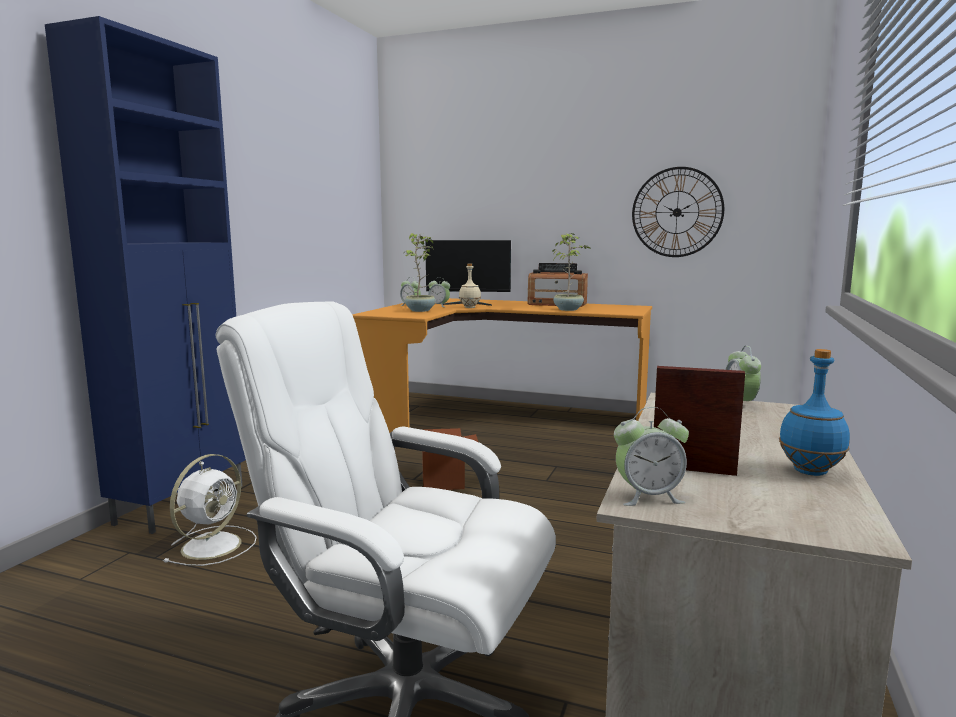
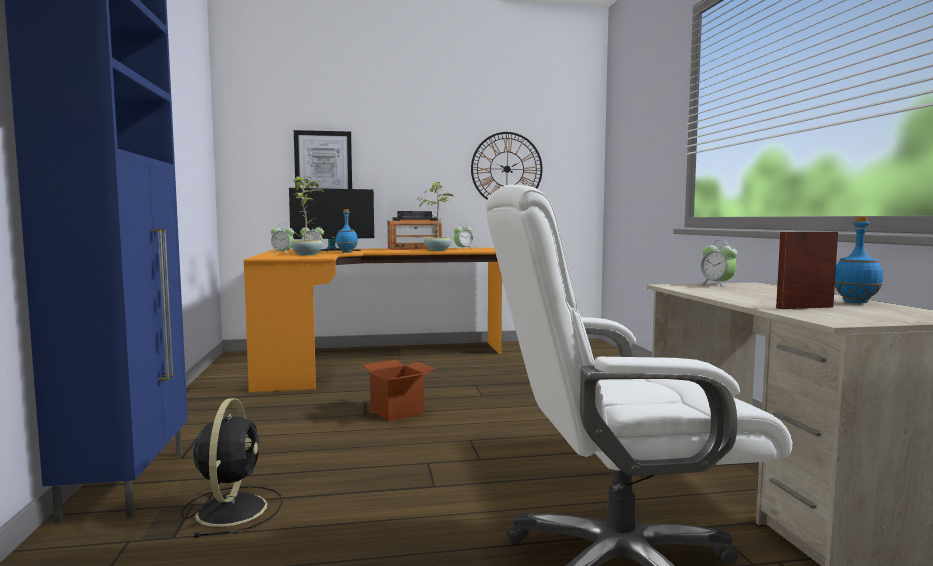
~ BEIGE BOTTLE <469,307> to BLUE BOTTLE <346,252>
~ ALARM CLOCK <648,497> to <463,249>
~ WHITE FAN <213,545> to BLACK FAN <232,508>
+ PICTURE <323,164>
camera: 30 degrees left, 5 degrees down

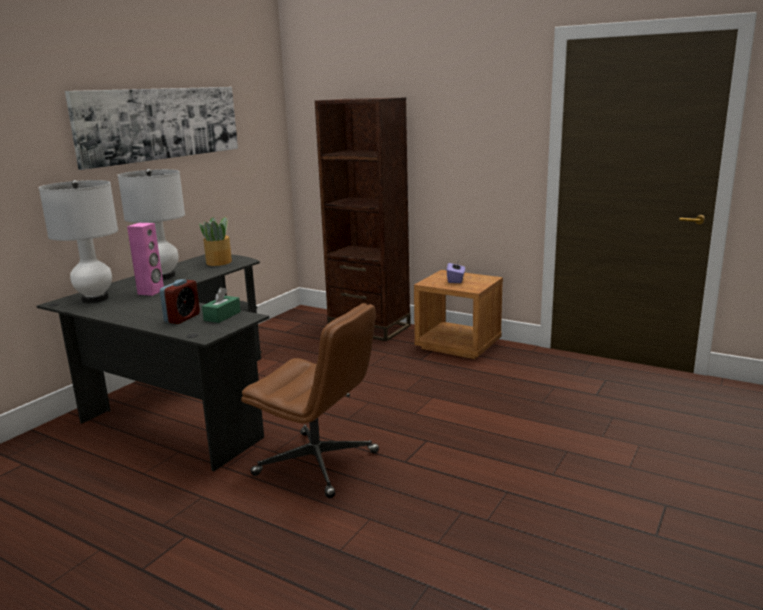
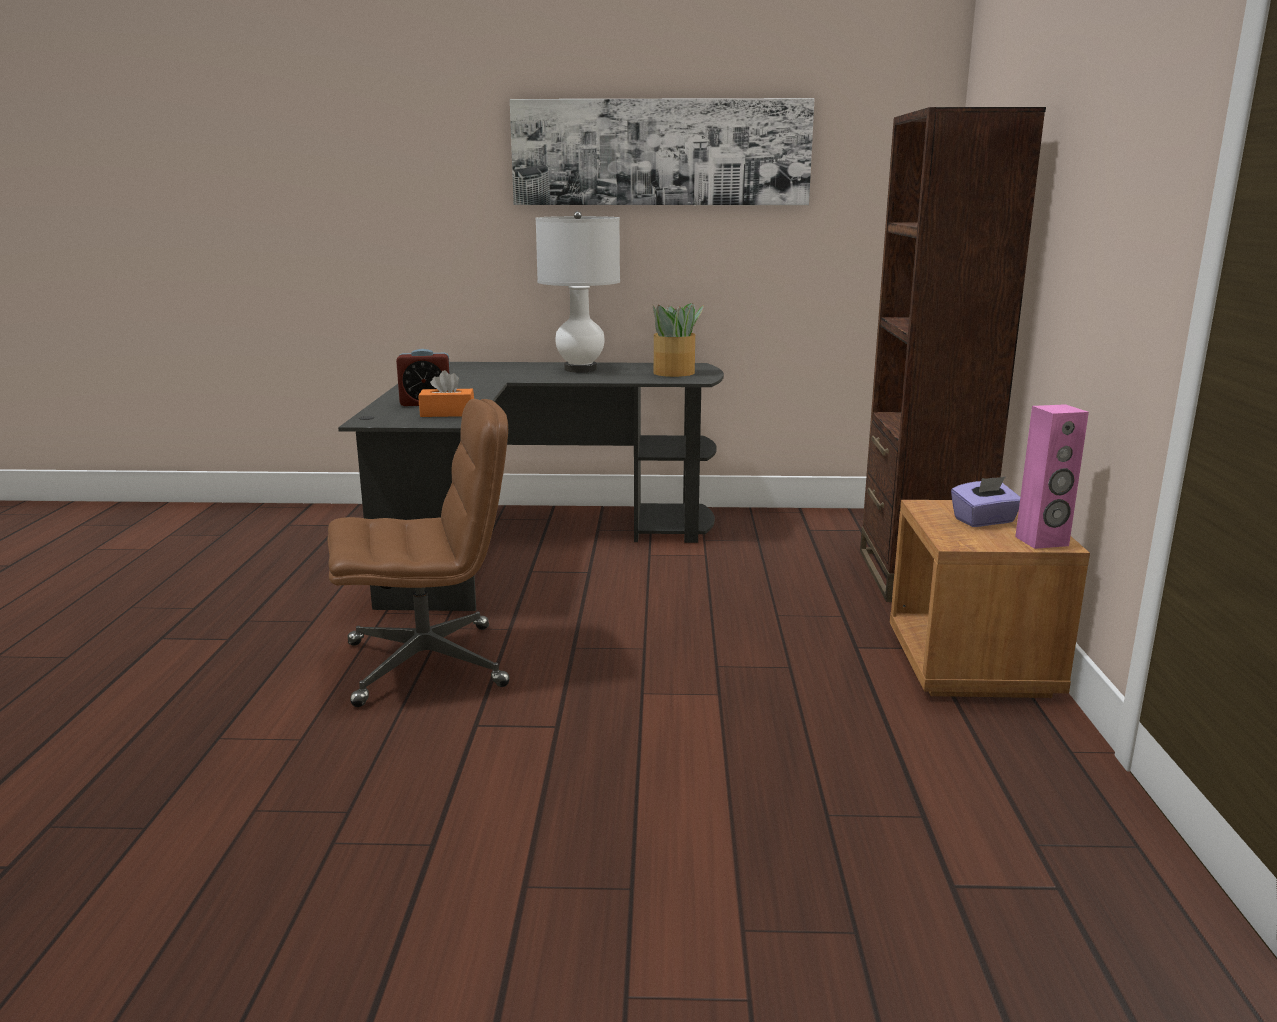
- WHITE TABLE LAMP <95,299>
~ PINK SPEAKER <151,292> to <1042,541>
~ GREEN TISSUE BOX <222,316> to ORANGE TISSUE BOX <447,413>
~ BROWN OFFICE CHAIR <318,463> = <428,664> 105 degrees counterclockwise
camera: 60 degrees right, 0 degrees up

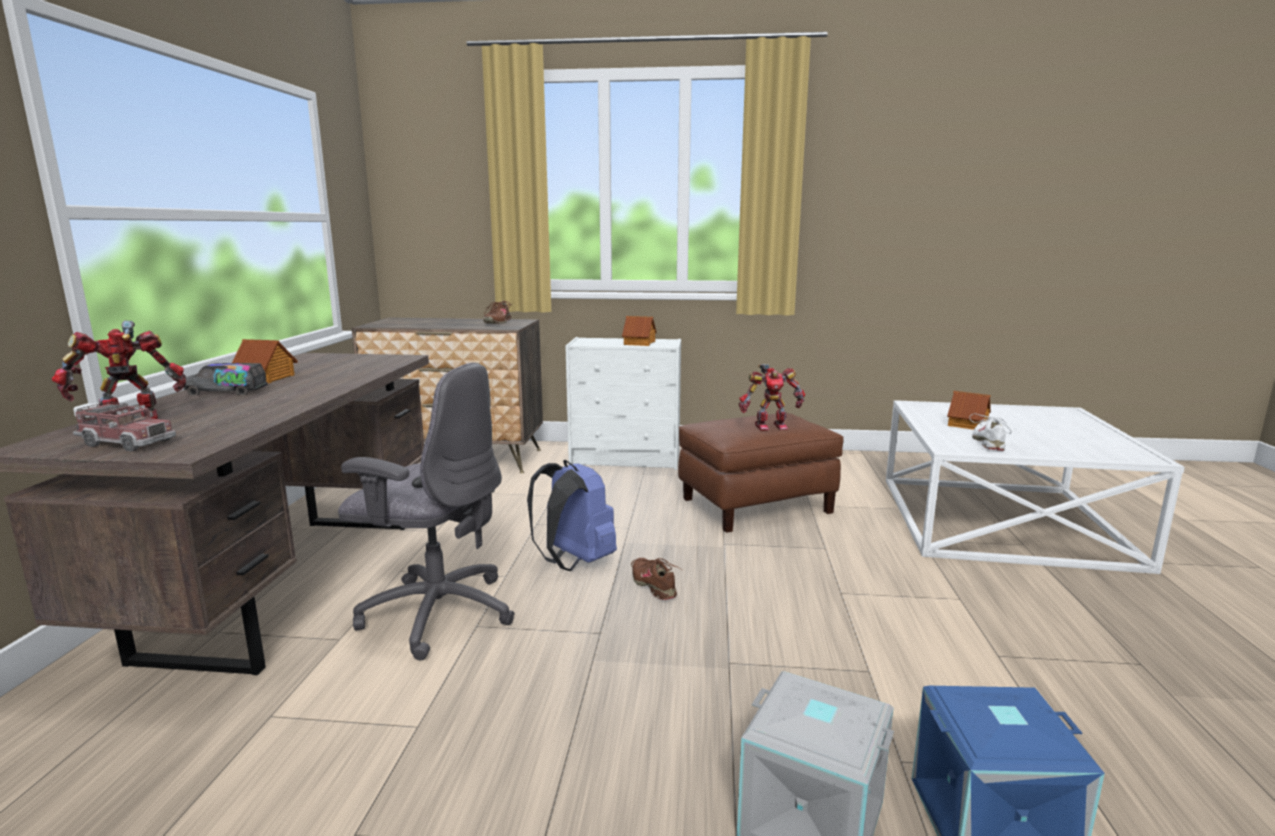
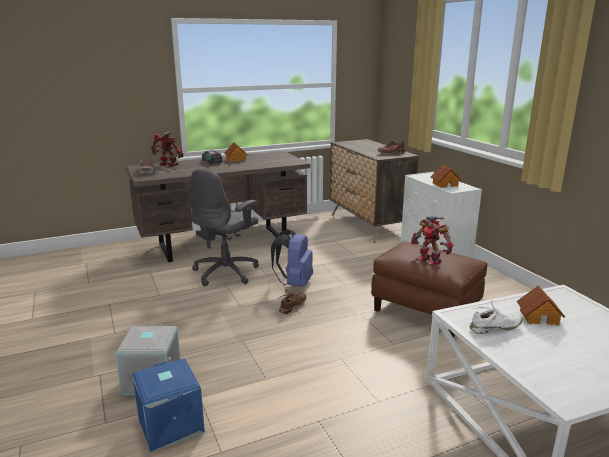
~ GREY OFFICE CHAIR <437,612> = <226,272> 45 degrees clockwise
camera: 60 degrees right, 5 degrees up

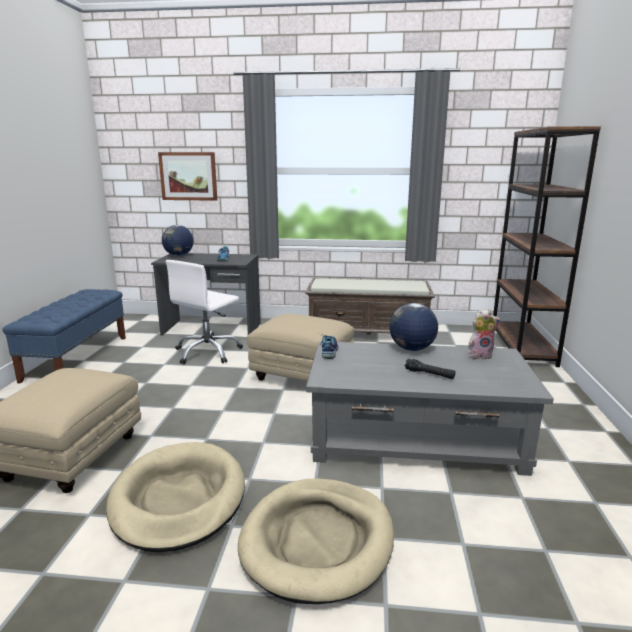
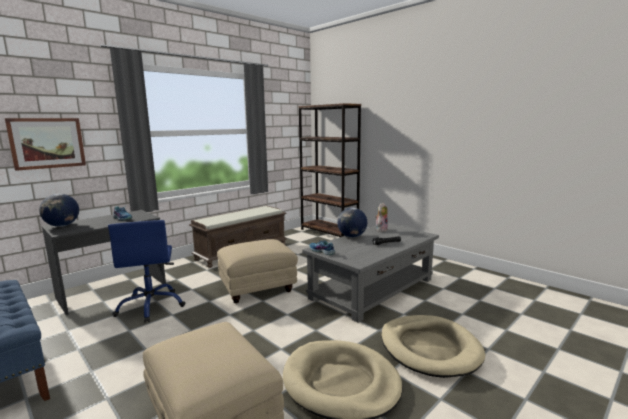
~ WHITE OFFICE CHAIR <208,352> to BLUE OFFICE CHAIR <151,306>
camera: 50 degrees left, 5 degrees down

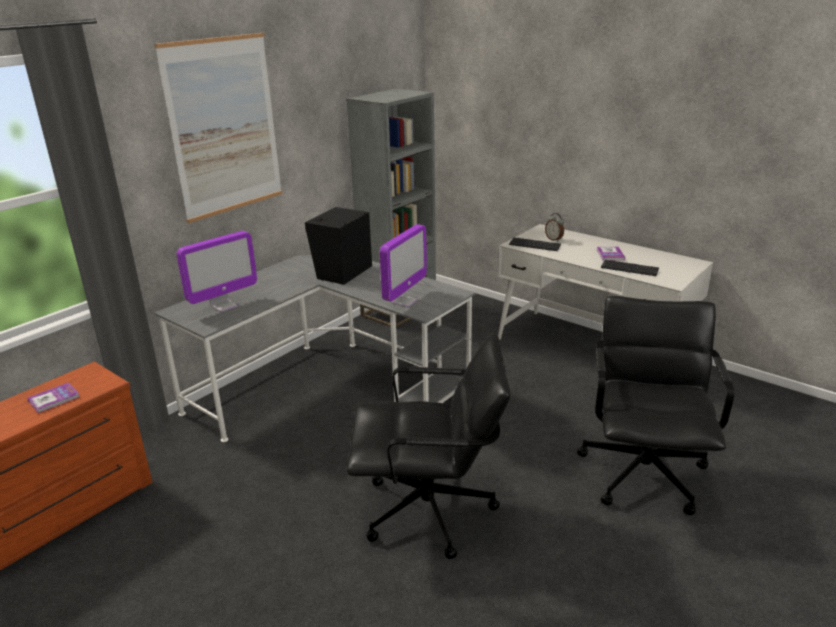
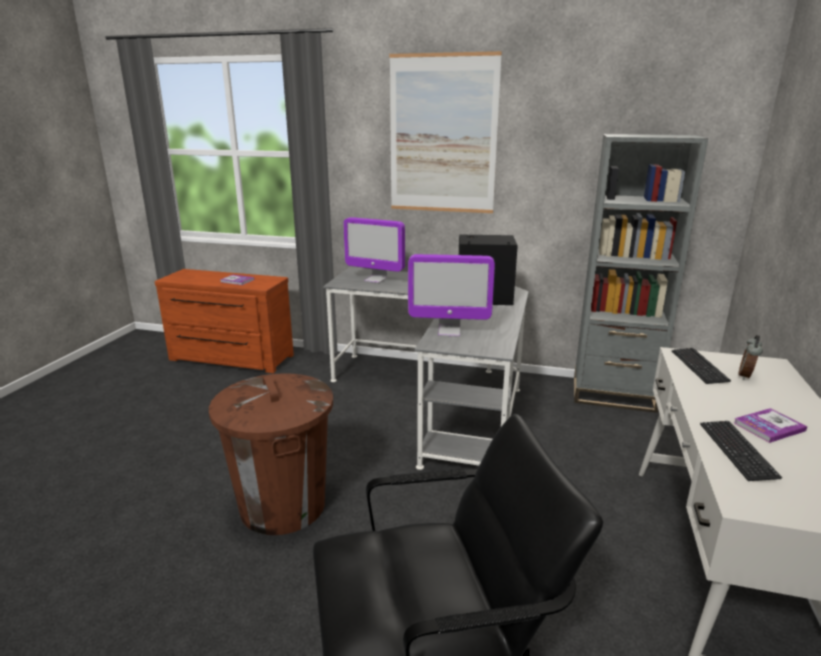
~ BLACK OFFICE CHAIR <430,511> to BROWN TRASH CAN <282,506>
camera: 65 degrees right, 5 degrees down

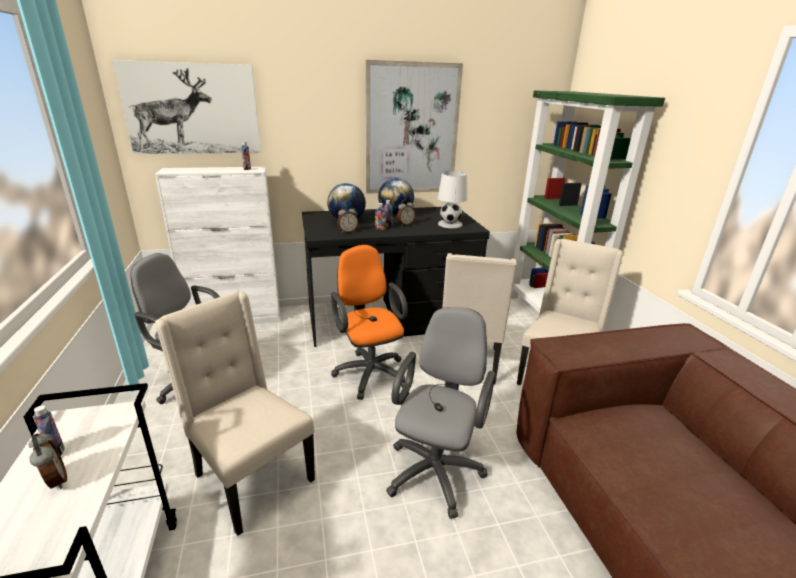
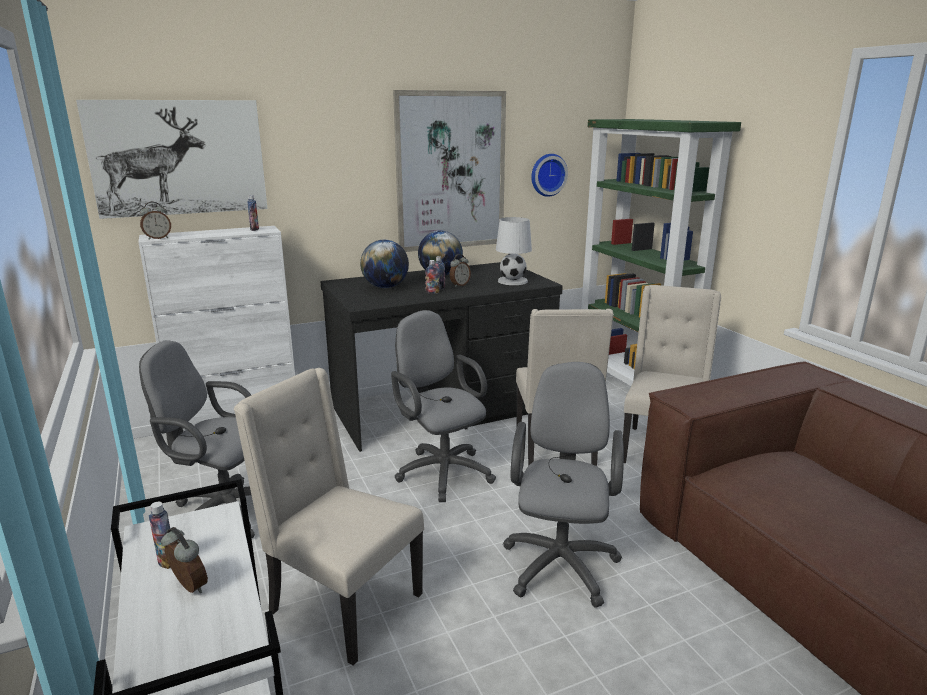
~ ALARM CLOCK <347,231> to <157,238>
~ ORANGE OFFICE CHAIR <369,372> to GREY OFFICE CHAIR <441,471>
+ WALL CLOCK <547,174>
camera: 10 degrees left, 5 degrees down

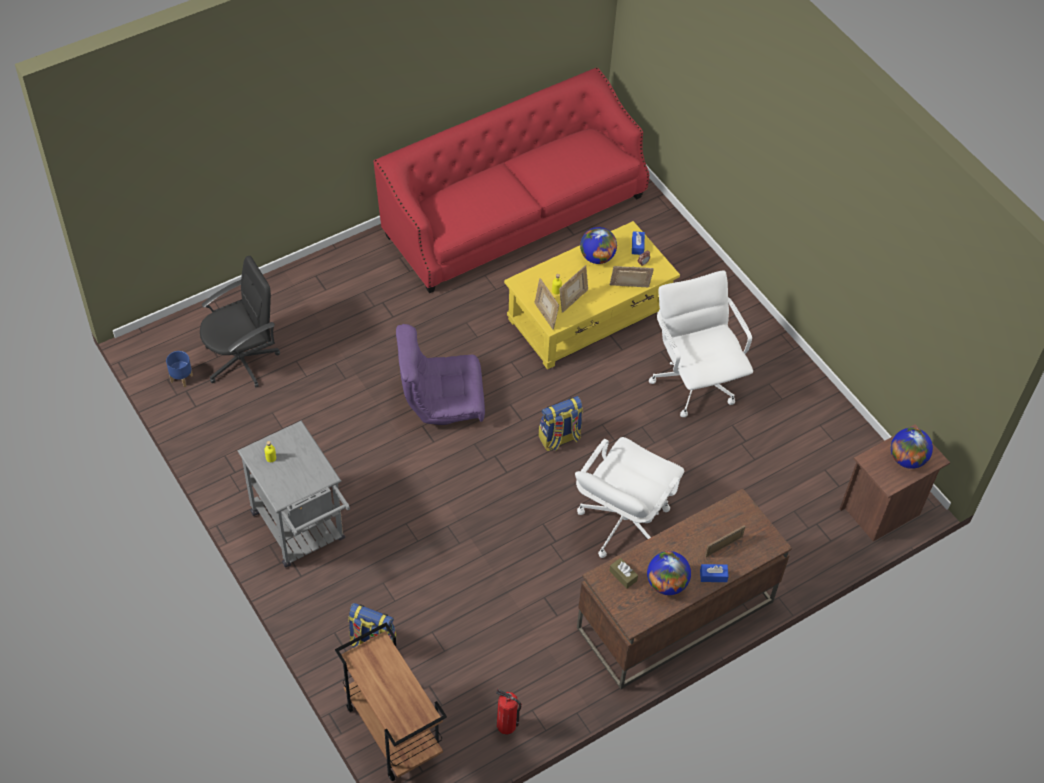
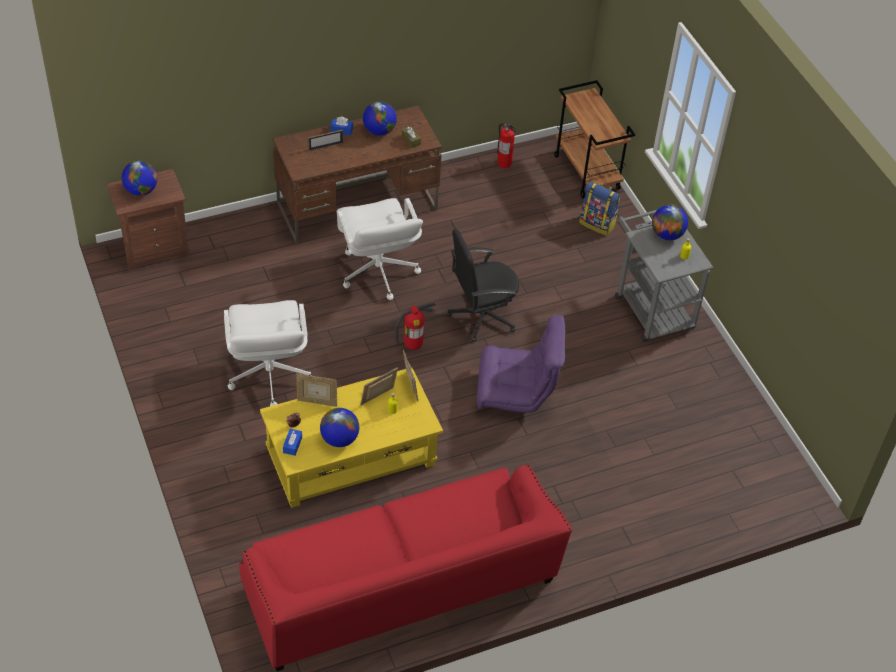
~ BLACK OFFICE CHAIR <242,359> to <481,315>
- BLUE PLANTER <181,378>
~ BACKPACK <559,438> to FIRE EXTINGUISHER <413,346>
~ WHITE OFFICE CHAIR <622,523> = <378,272> 120 degrees clockwise
+ GLOBE <667,235>
camera: 170 degrees left, 5 degrees down

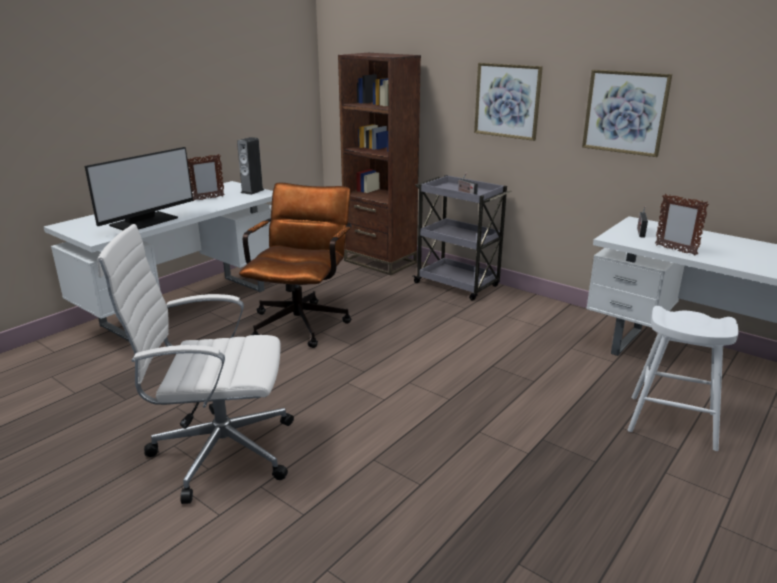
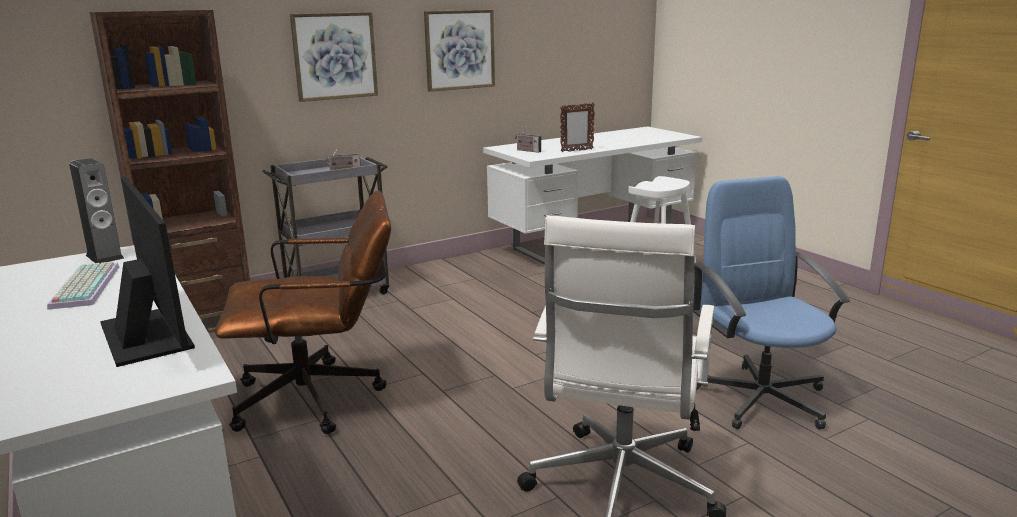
~ PICTURE FRAME <208,198> to KEYBOARD <84,286>
~ BROWN OFFICE CHAIR <302,321> = <321,398> 135 degrees clockwise
+ BLUE OFFICE CHAIR <761,398>
camera: 70 degrees left, 5 degrees down

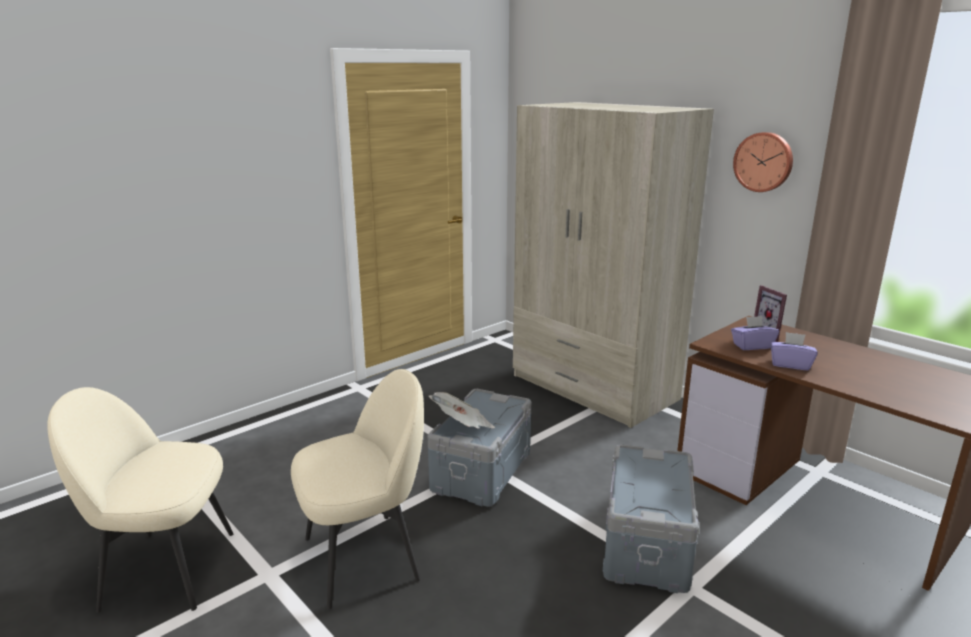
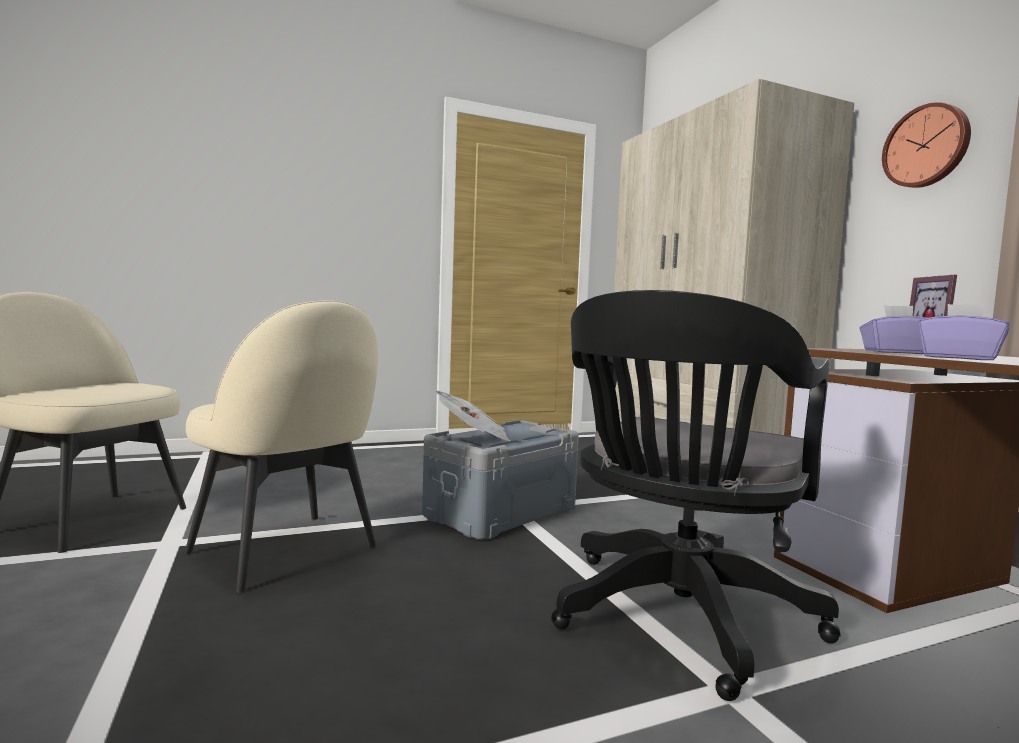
~ BEIGE CHAIR <365,557> = <286,551> 45 degrees clockwise
~ GREY STORAGE BOX <645,544> to BLACK OFFICE CHAIR <677,619>
camera: 20 degrees right, 15 degrees down

